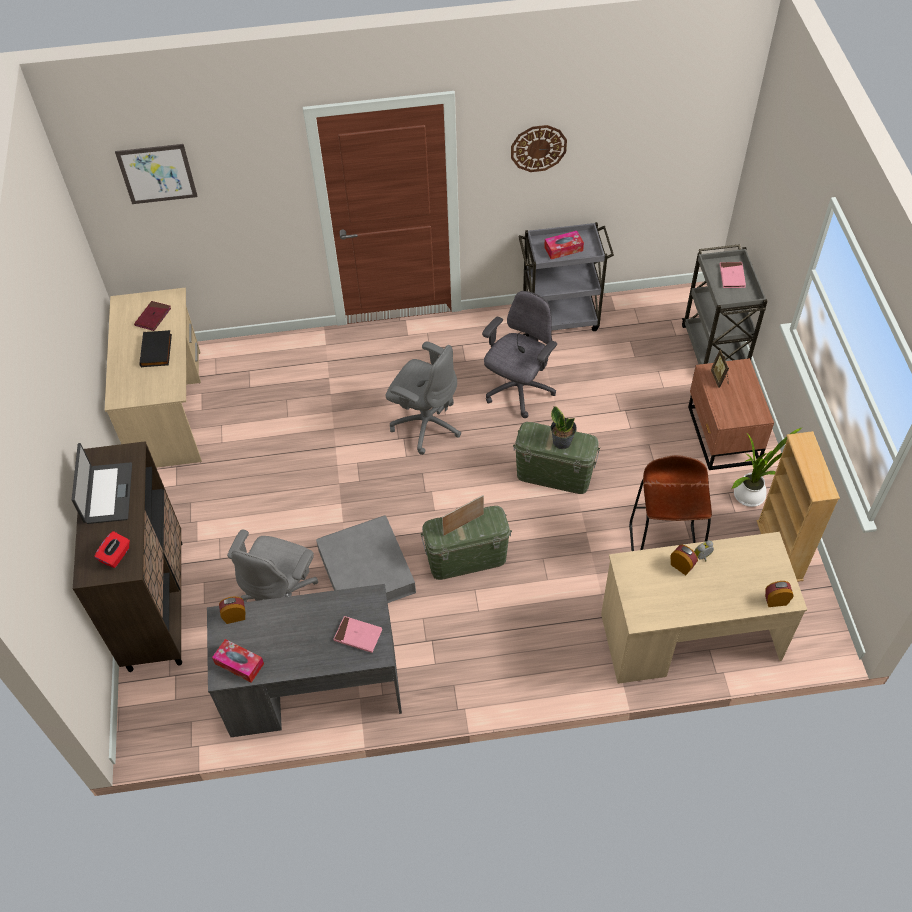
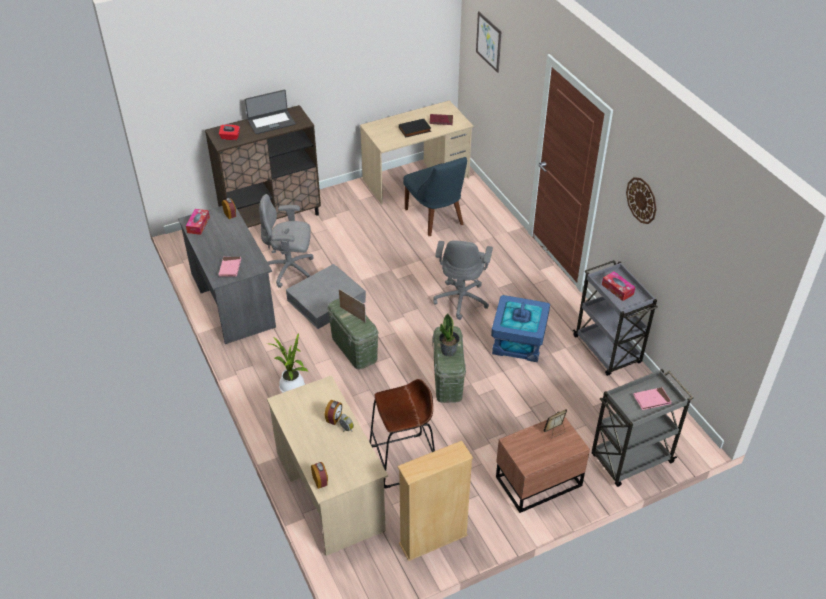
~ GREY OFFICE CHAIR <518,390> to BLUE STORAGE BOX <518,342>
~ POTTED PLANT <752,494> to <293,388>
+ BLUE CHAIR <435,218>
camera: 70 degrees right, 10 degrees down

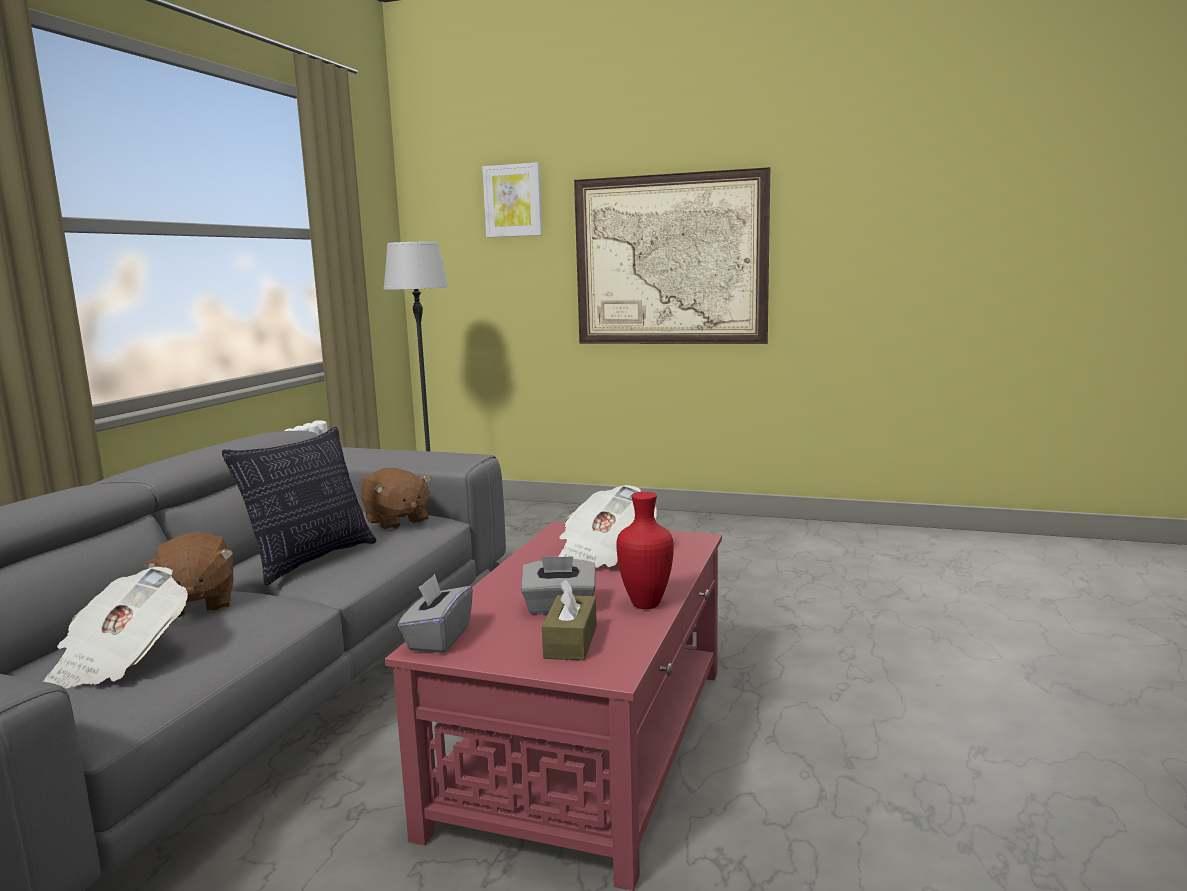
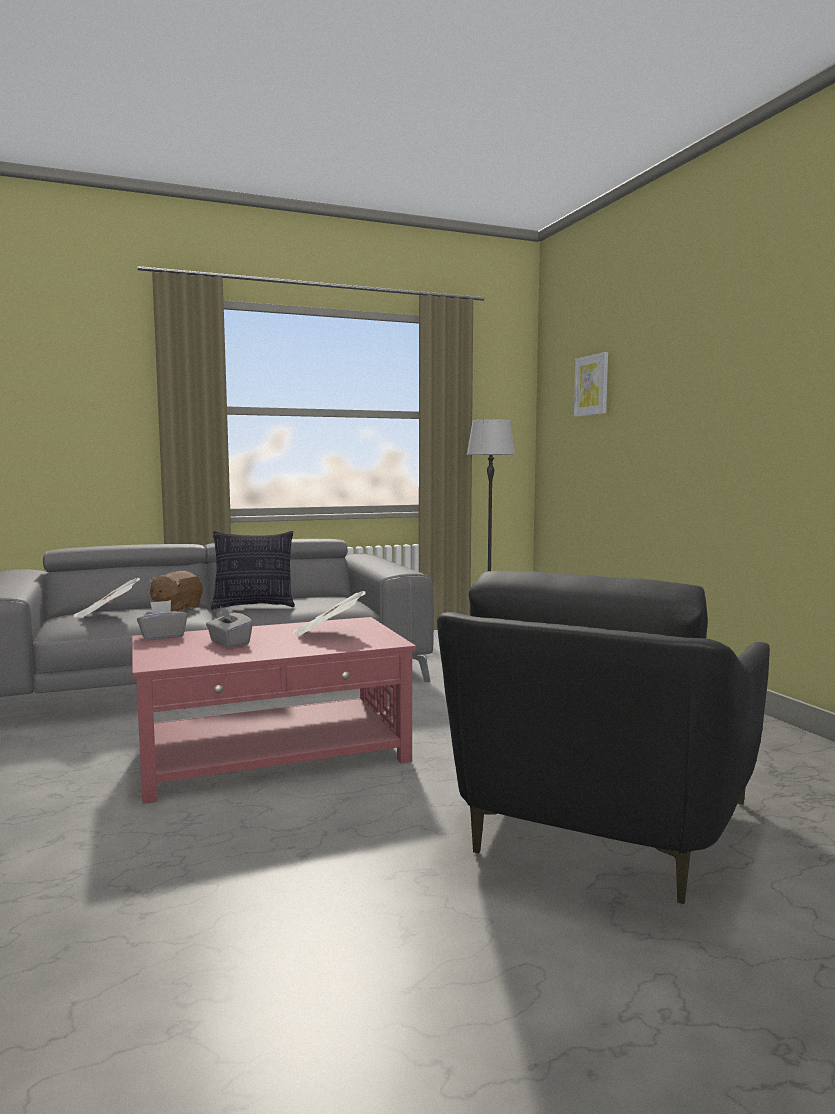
- PICTURE <670,260>
- BROWN PLUSH TOY <396,521>
- RED VASE <647,604>
- BROWN TISSUE BOX <570,642>
+ BLACK ARMCHAIR <596,828>
camera: 50 degrees right, 5 degrees down

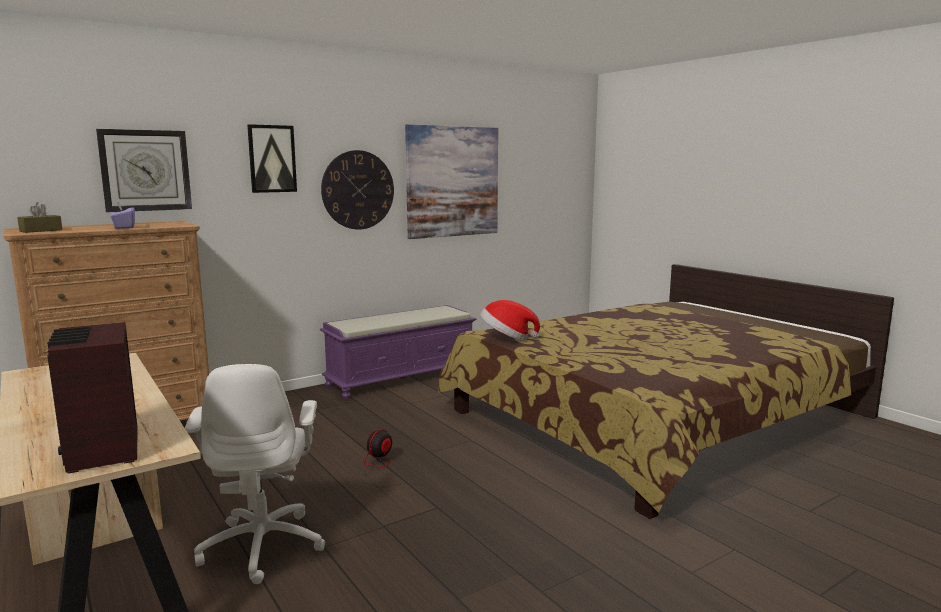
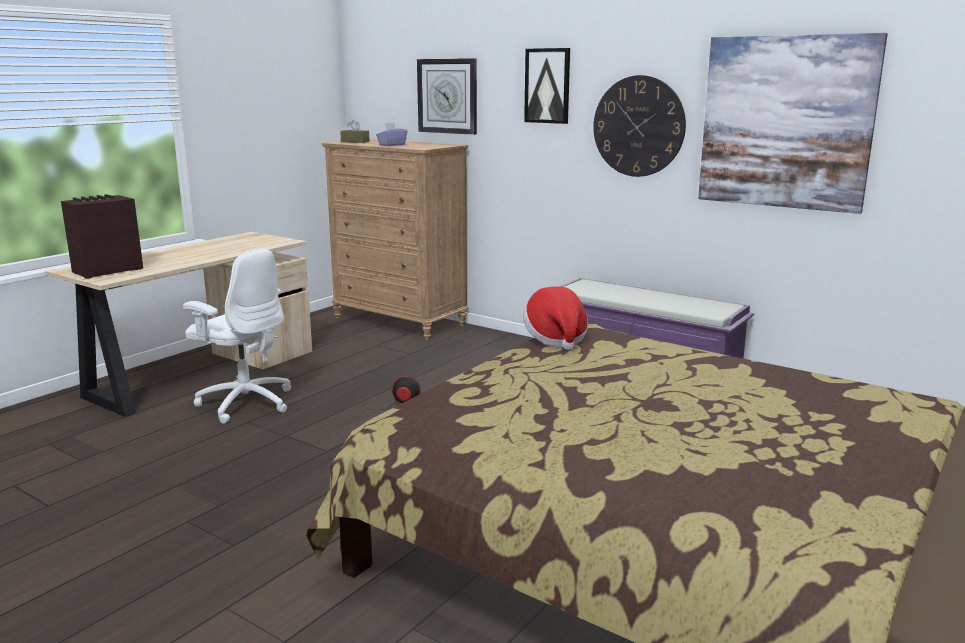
~ WHITE OFFICE CHAIR <263,545> = <245,402> 120 degrees counterclockwise
camera: 70 degrees right, 5 degrees up

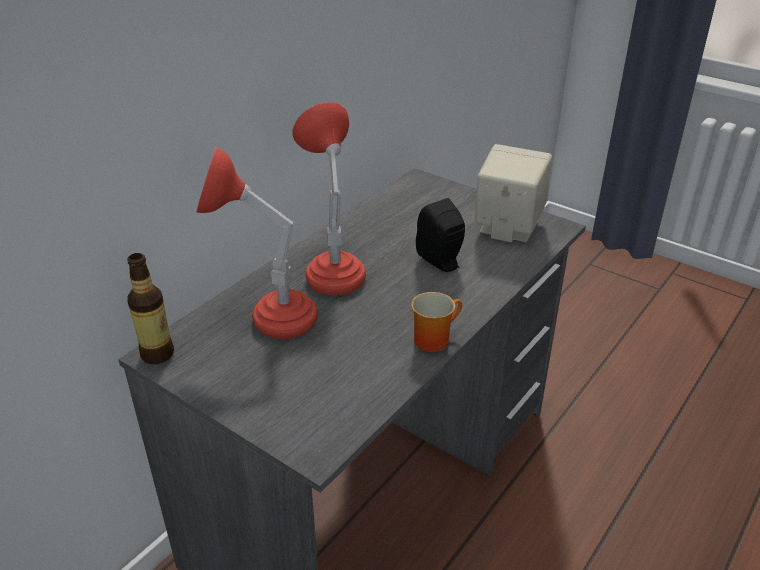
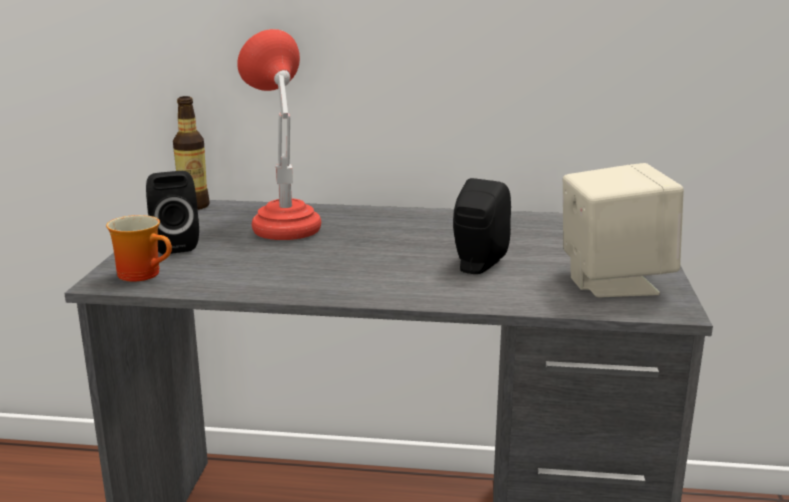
- RED TABLE LAMP <333,268>
~ MUG <433,338> to <145,273>
+ BLACK SPEAKER <174,245>
camera: 60 degrees right, 15 degrees down

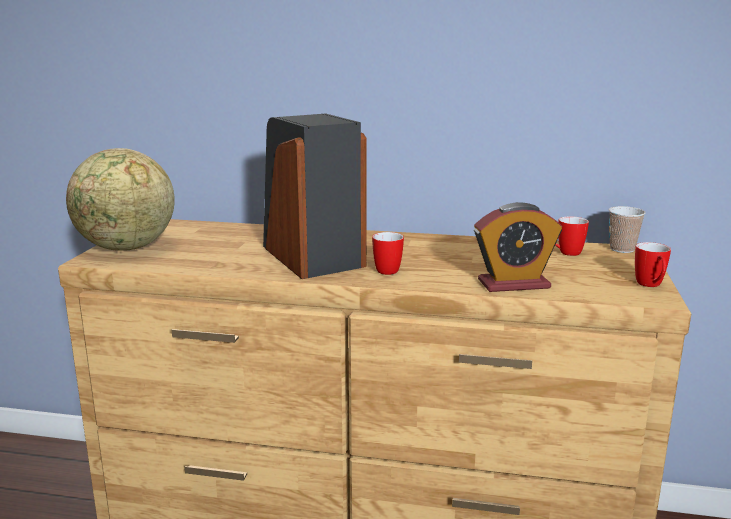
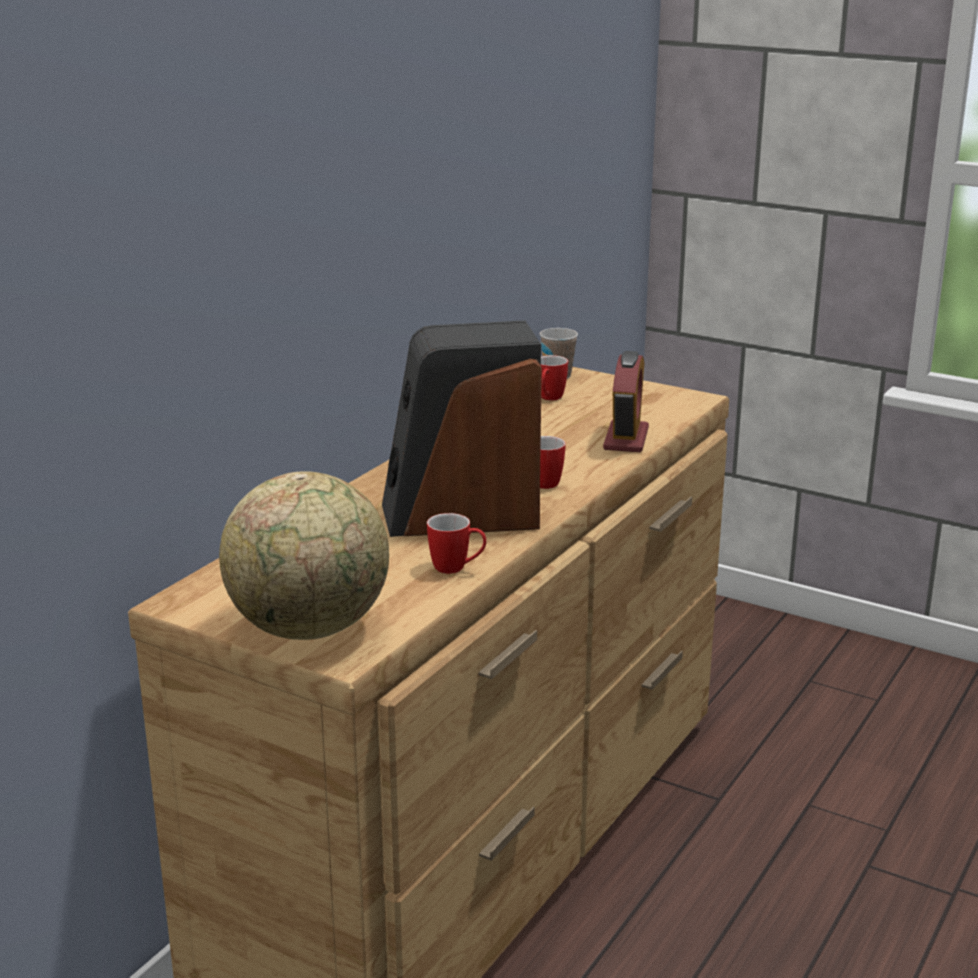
~ MUG <651,286> to <457,568>
camera: 70 degrees left, 5 degrees up

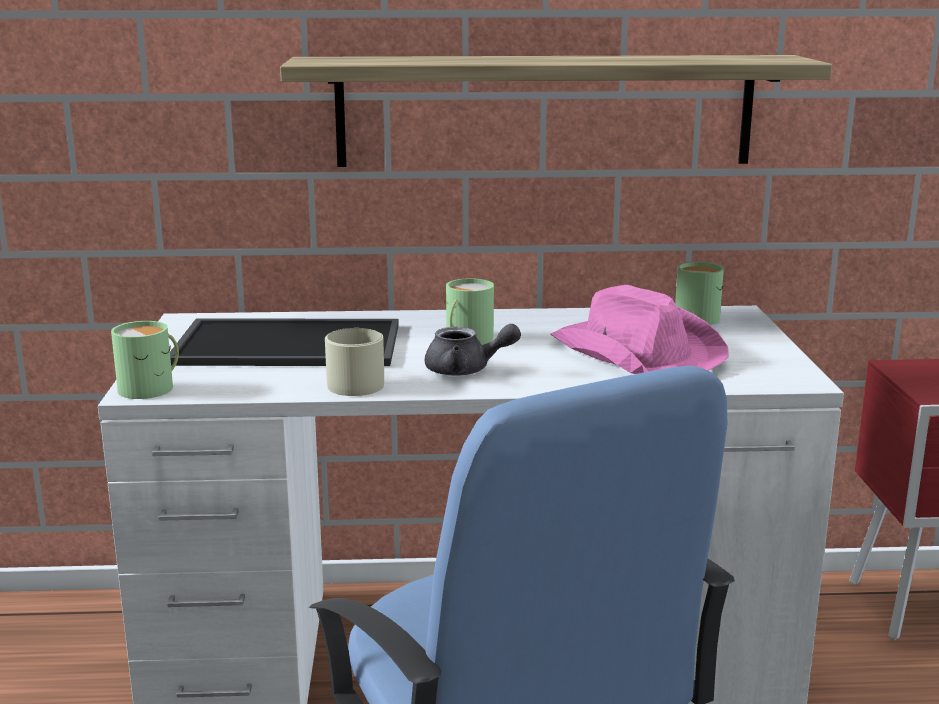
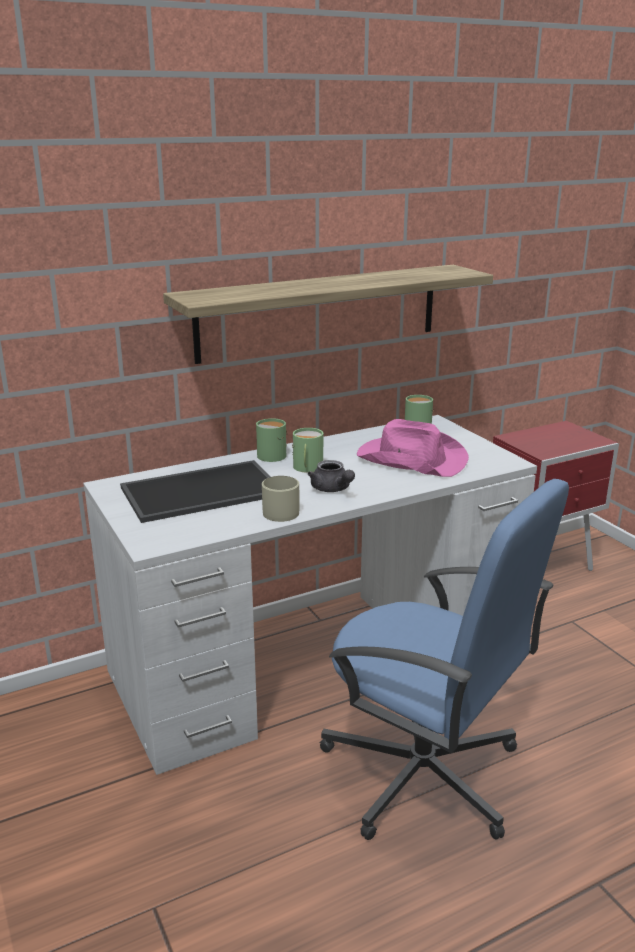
~ GREEN MUG <152,387> to <273,454>
~ GREY TEAPOT <466,370> = <332,489> 75 degrees clockwise
camera: 25 degrees left, 5 degrees up

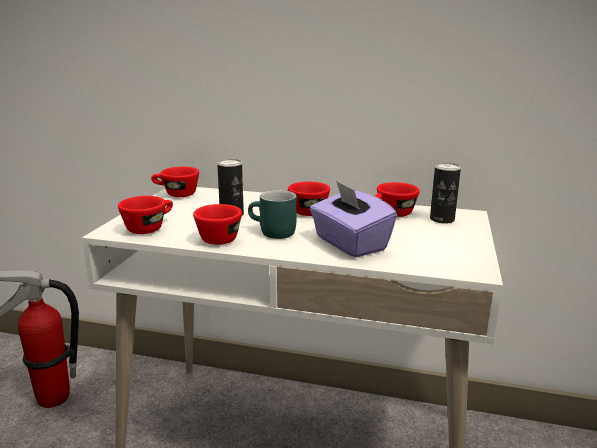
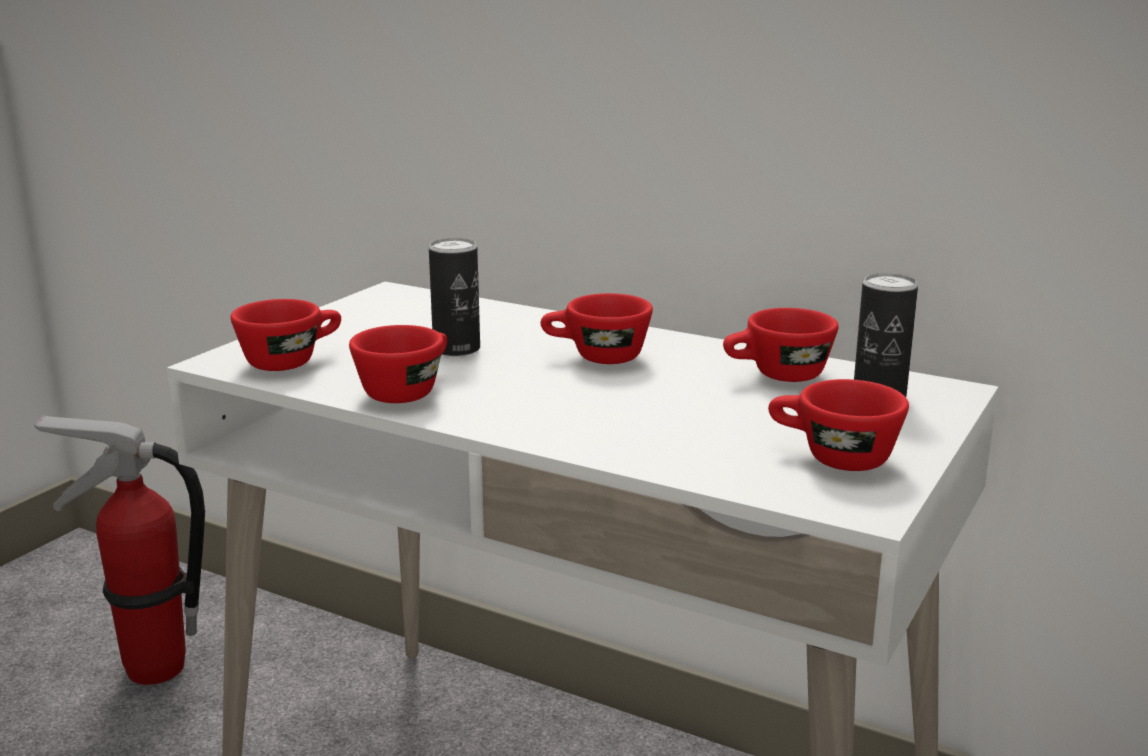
~ RED CUP <176,194> to <832,457>
- PURPLE TISSUE BOX <349,244>
- TURQUOISE MUG <271,233>
camera: 15 degrees right, 0 degrees up

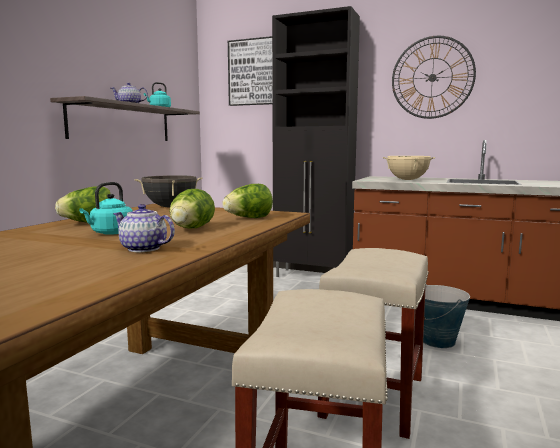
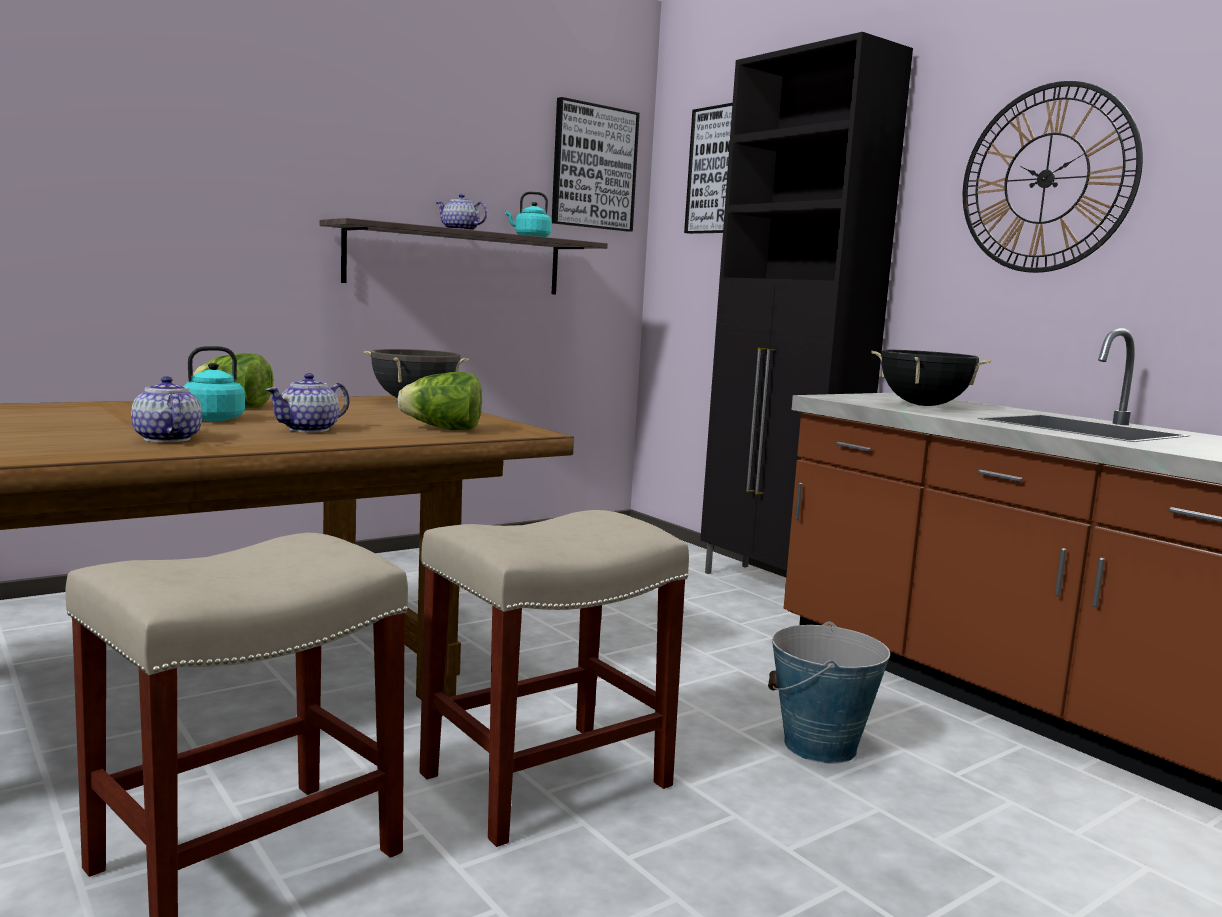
~ BEIGE COOKING POT <407,180> to BLACK COOKING POT <923,405>
~ LETTUCE <191,229> to TEAPOT <310,429>
+ PICTURE <593,167>
camera: 30 degrees right, 0 degrees up

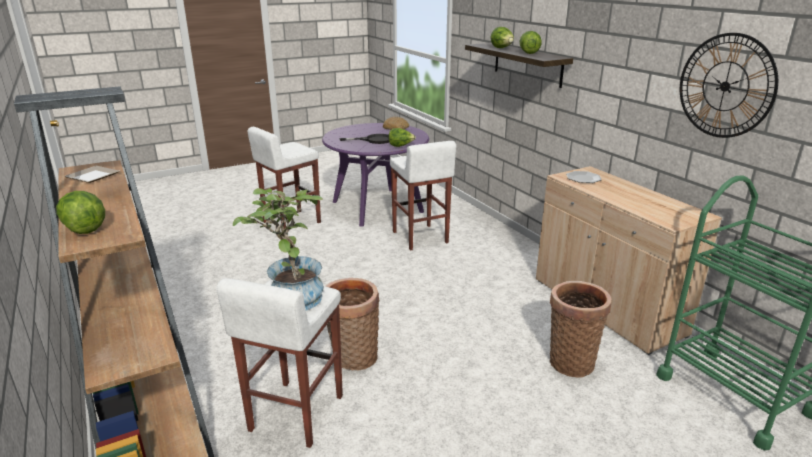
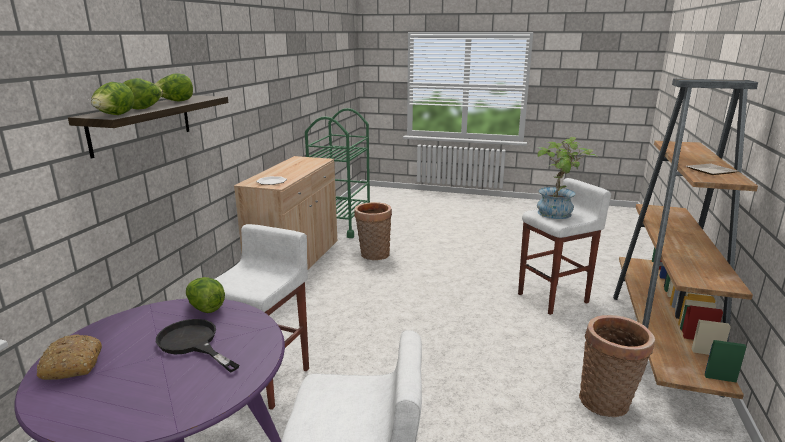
- WALL CLOCK <725,86>
~ LETTUCE <84,228> to <115,115>
~ BASKET <352,357> to <607,402>
camera: 135 degrees left, 5 degrees down

